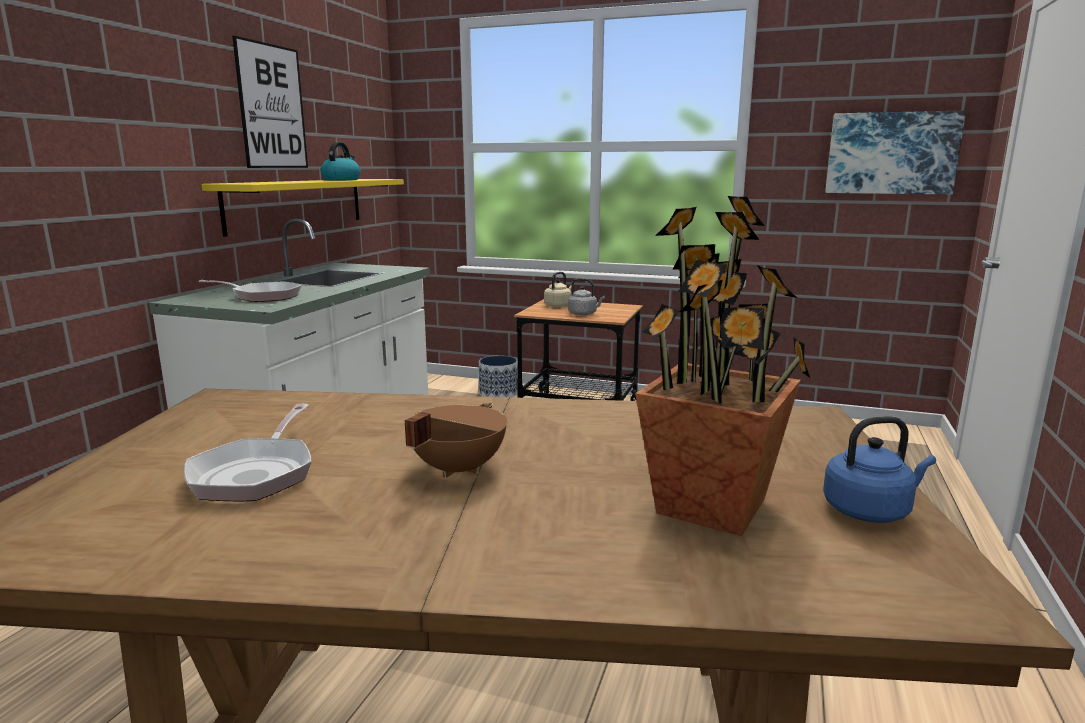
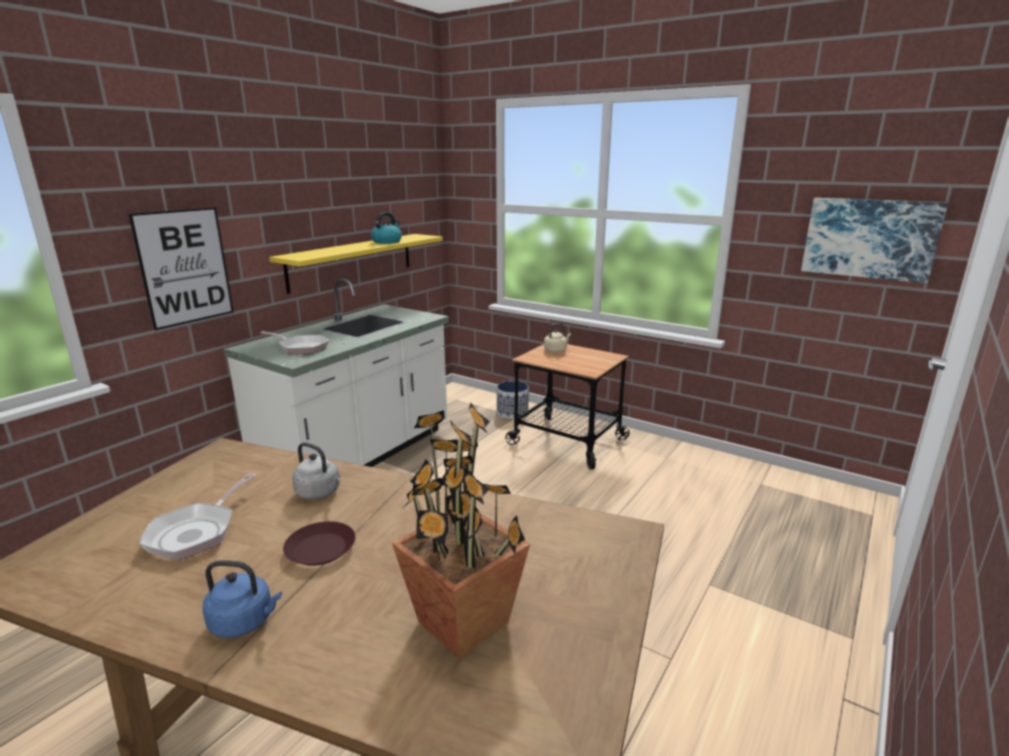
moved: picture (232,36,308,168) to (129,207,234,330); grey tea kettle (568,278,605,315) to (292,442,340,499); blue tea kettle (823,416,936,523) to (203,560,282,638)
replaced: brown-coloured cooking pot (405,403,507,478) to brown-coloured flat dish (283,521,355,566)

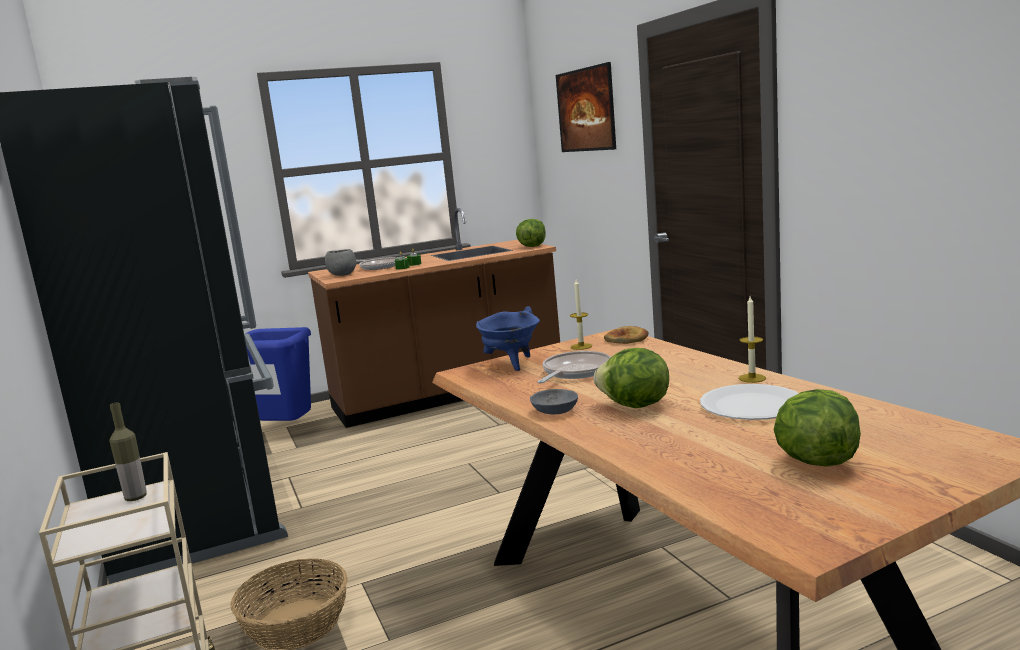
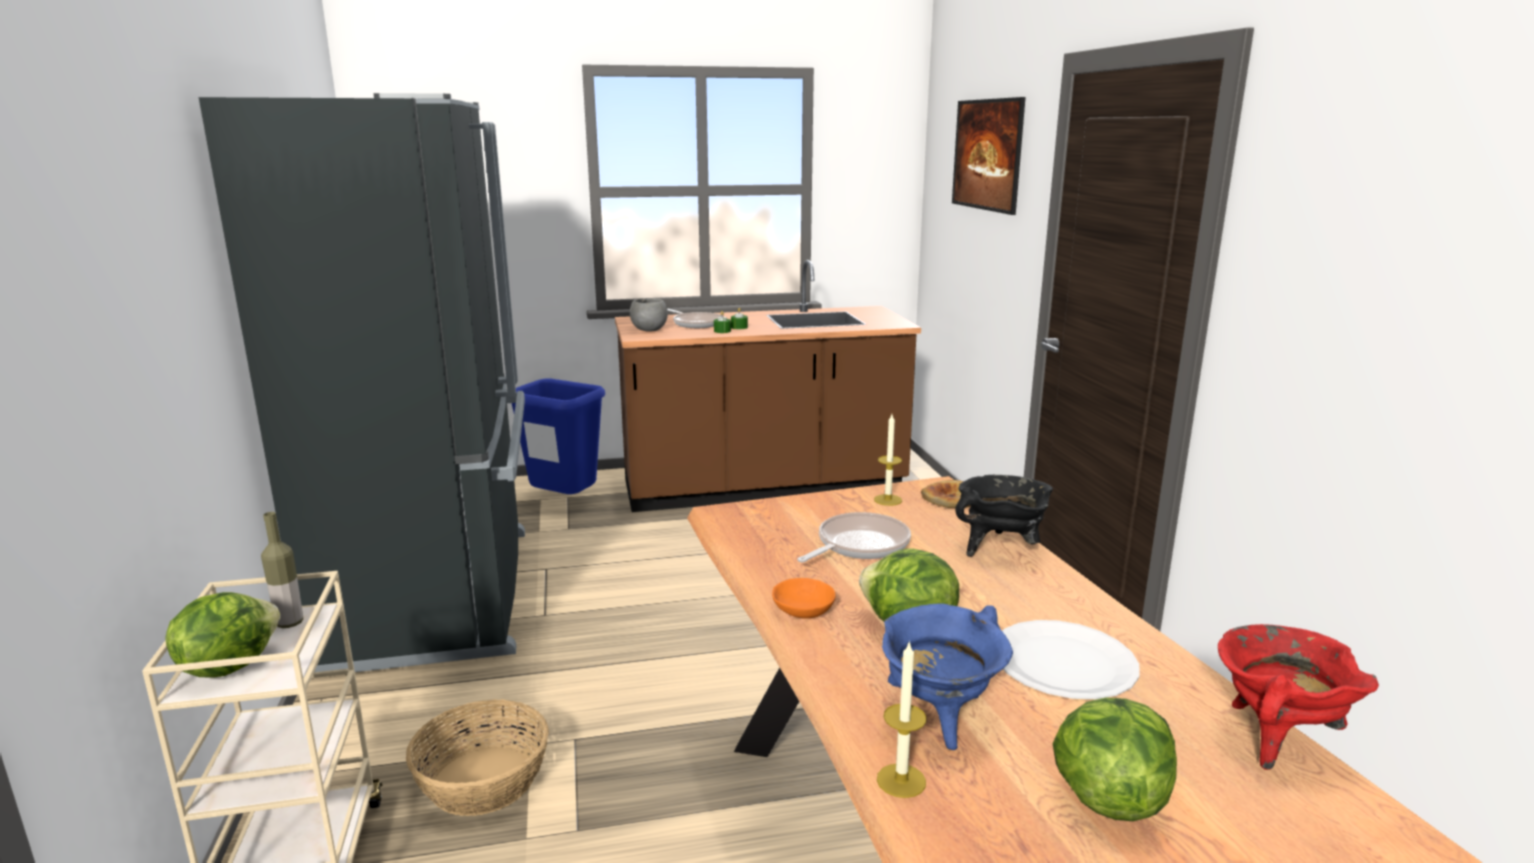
added: blackish cooking pot (955,475,1053,557); red cooking pot (1218,624,1379,770)
moved: blue cooking pot (476,307,540,371) to (882,603,1013,750); lettuce head (516,219,546,247) to (165,592,280,678); wax candle (739,296,766,383) to (877,641,927,798)
recoloured: grey serving bowl (530,389,578,414) to orange-coloured serving bowl (772,578,836,619)

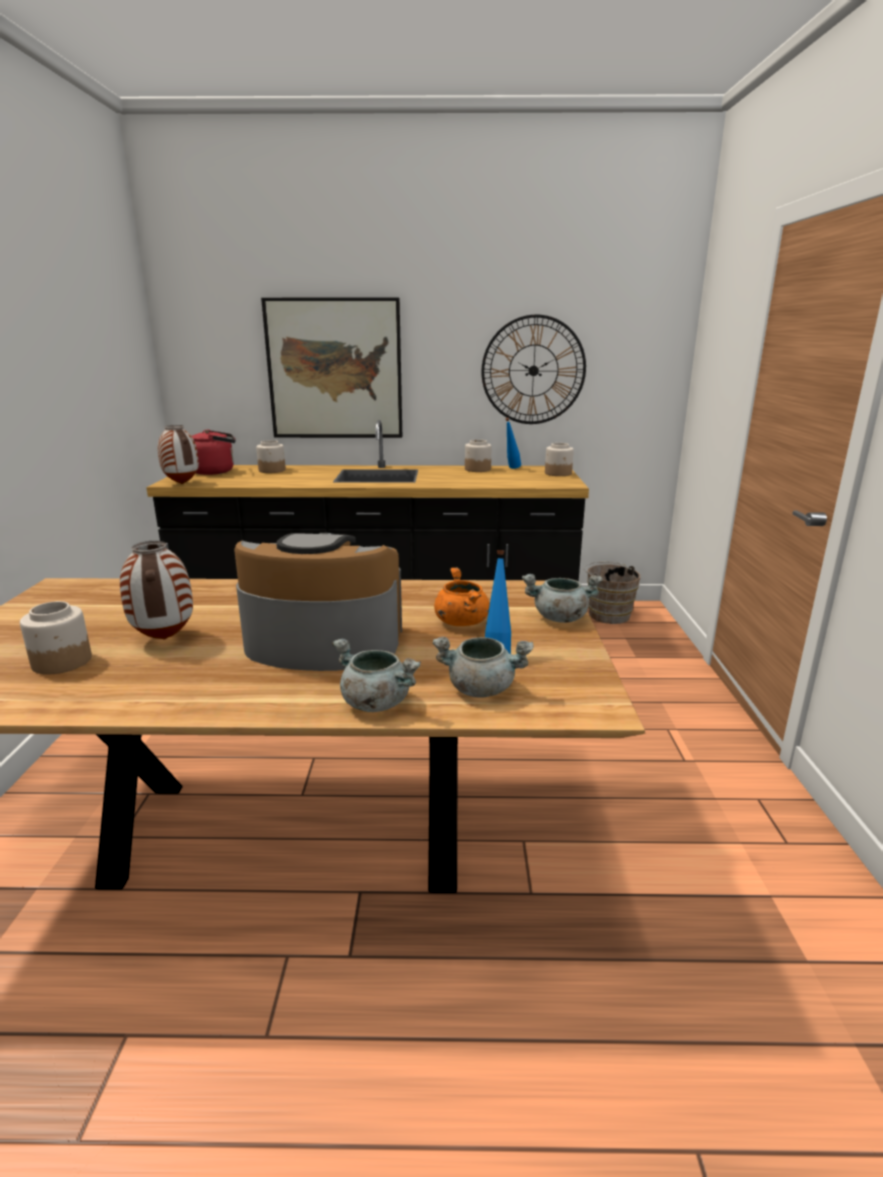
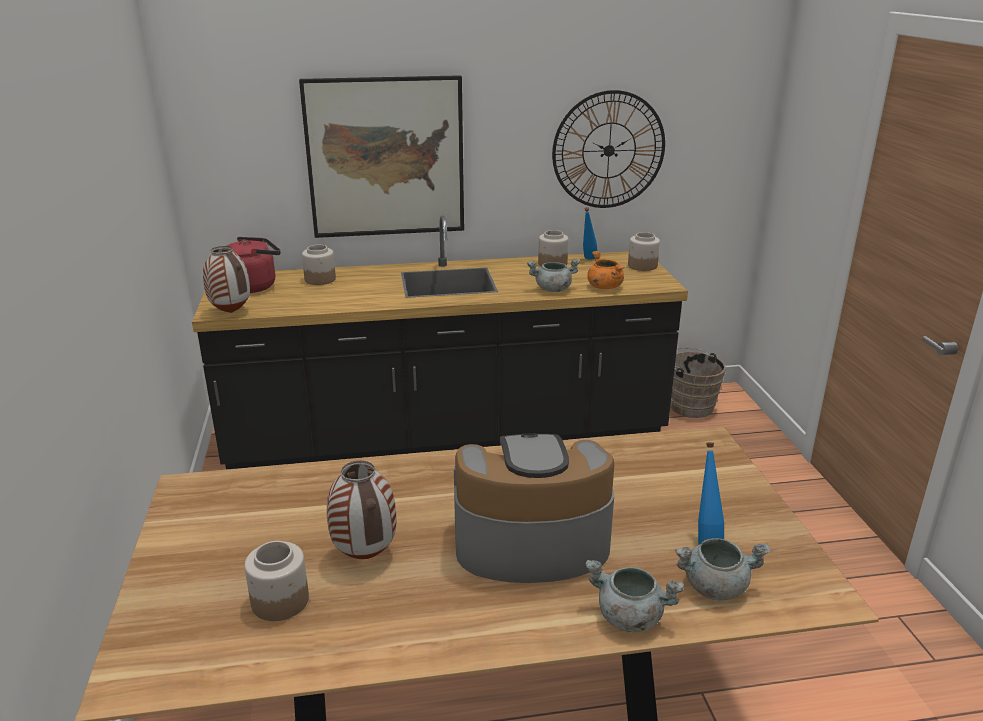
moved: orange-coloured cooking pot (434,568,490,626) to (587,251,625,289); grey cooking pot (522,574,603,623) to (527,259,580,292)

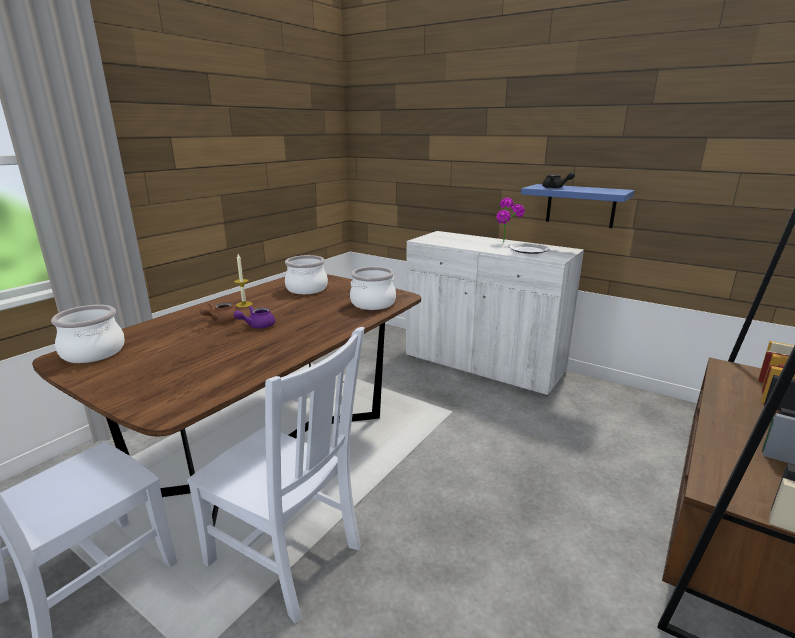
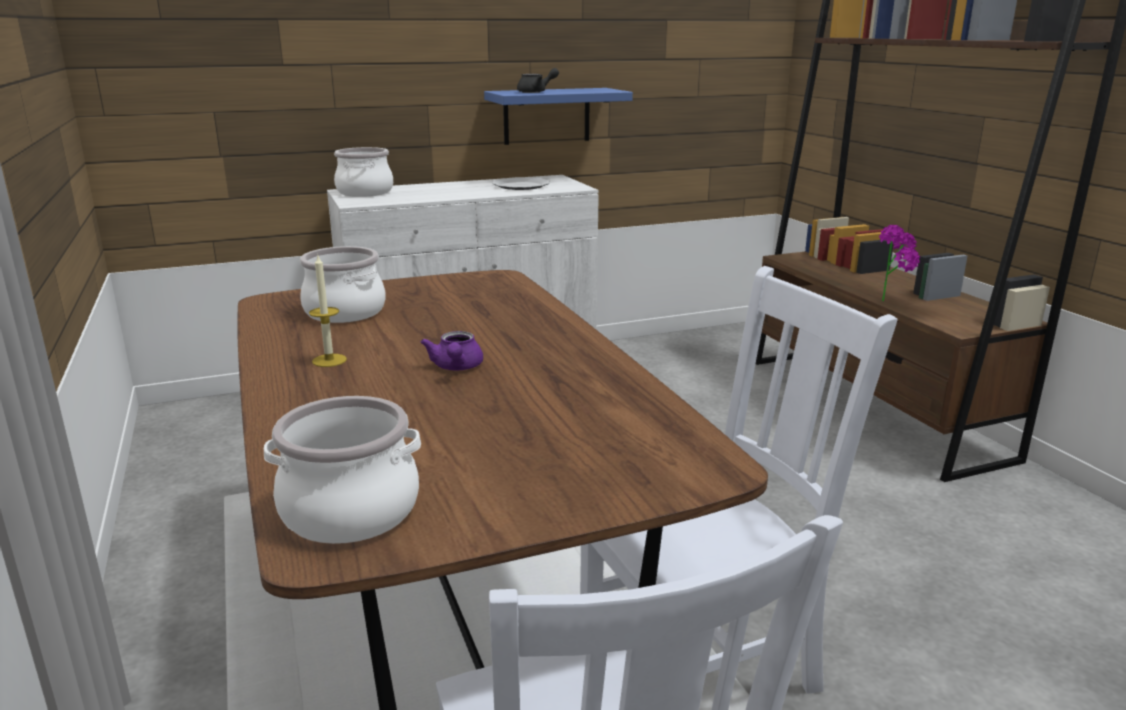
removed: brown-coloured teapot (200,303,237,323)
moved: cooking pot (350,267,396,310) to (334,147,393,197); plant in a pot (496,198,525,242) to (879,225,920,301)

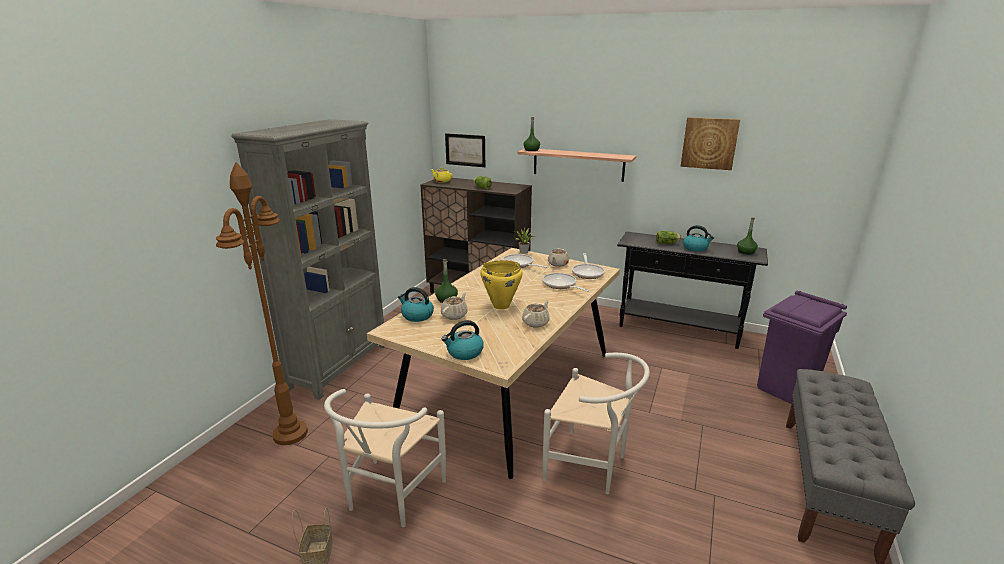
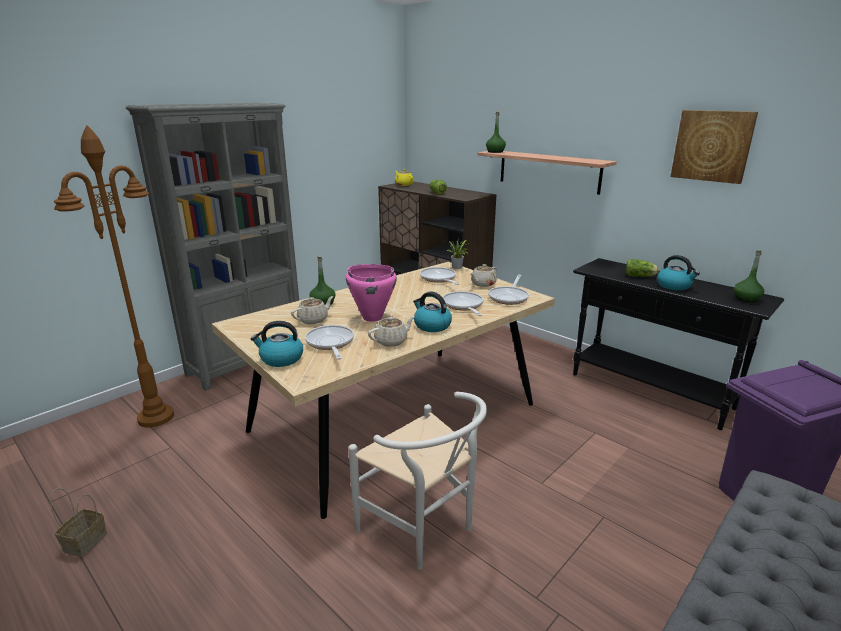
removed: white chair (324,389,446,527); picture (445,133,485,167)
added: pan (305,325,354,360)
moved: tea kettle (398,287,434,322) to (413,292,452,332)
recoloured: yellow cooking pot (480,260,523,310) to pink cooking pot (346,264,397,322)

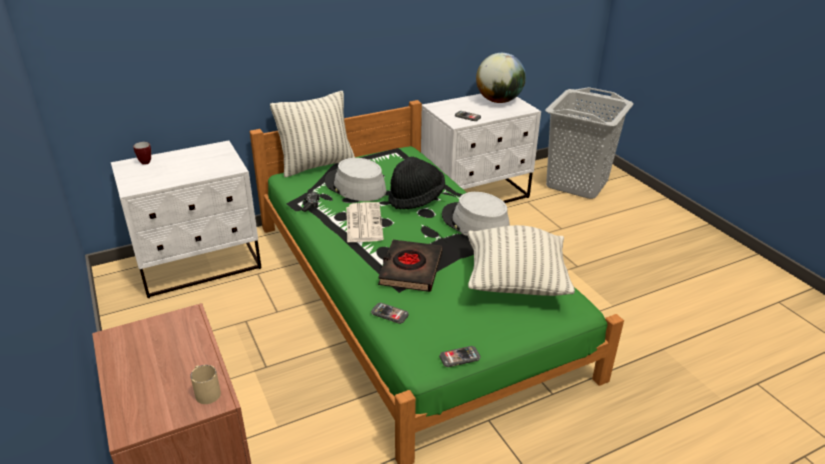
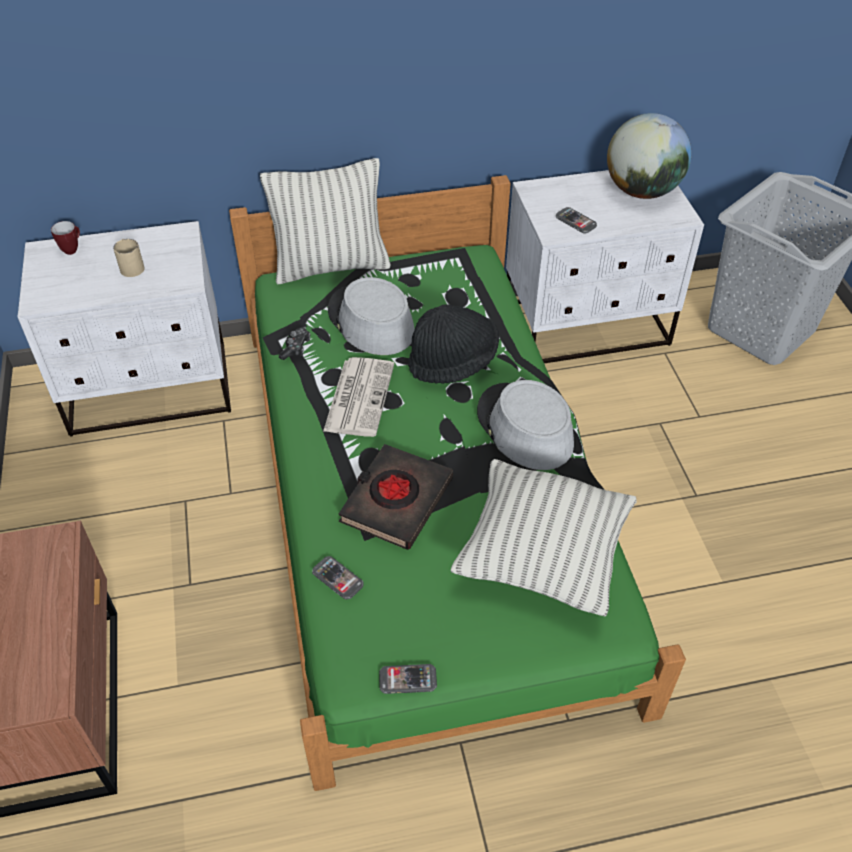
moved: beige coffee mug (190,365,221,404) to (113,239,145,277)

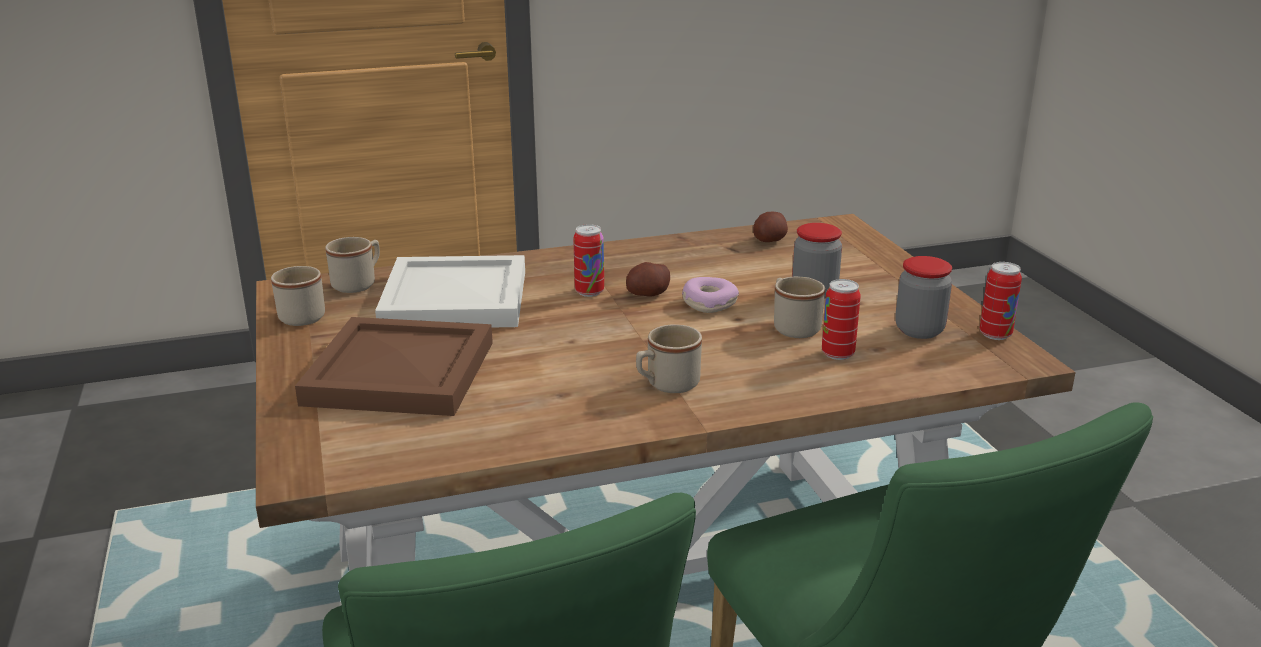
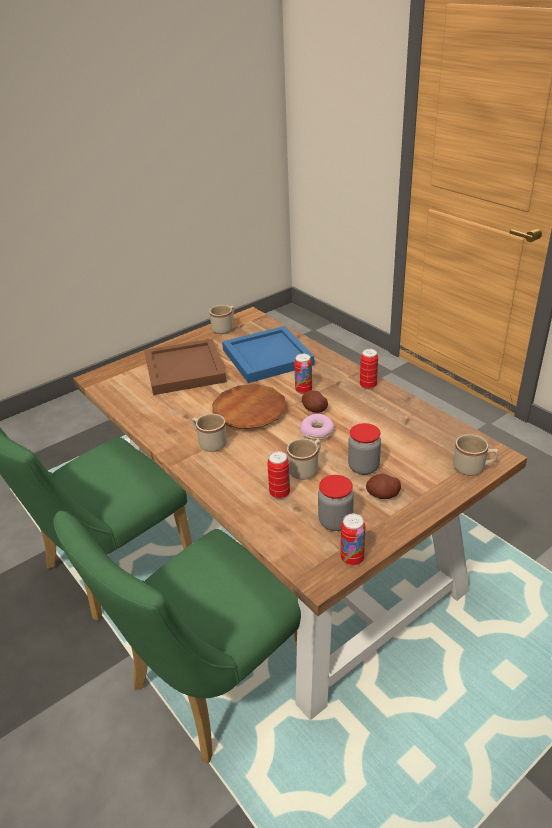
added: brown-coloured flat dish (212,384,287,429); sealed can (360,349,378,389)
moved: beige coffee mug (325,237,380,293) to (453,434,498,476); spud (753,212,788,242) to (366,474,401,499)
recoloured: white carrying tray (375,255,525,327) to blue carrying tray (222,326,314,383)

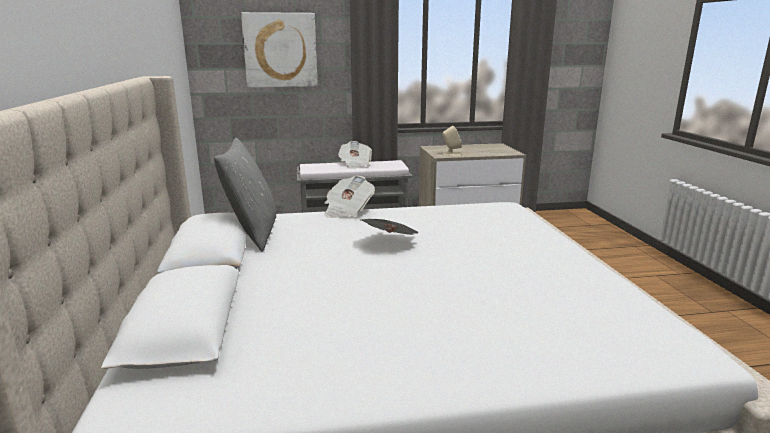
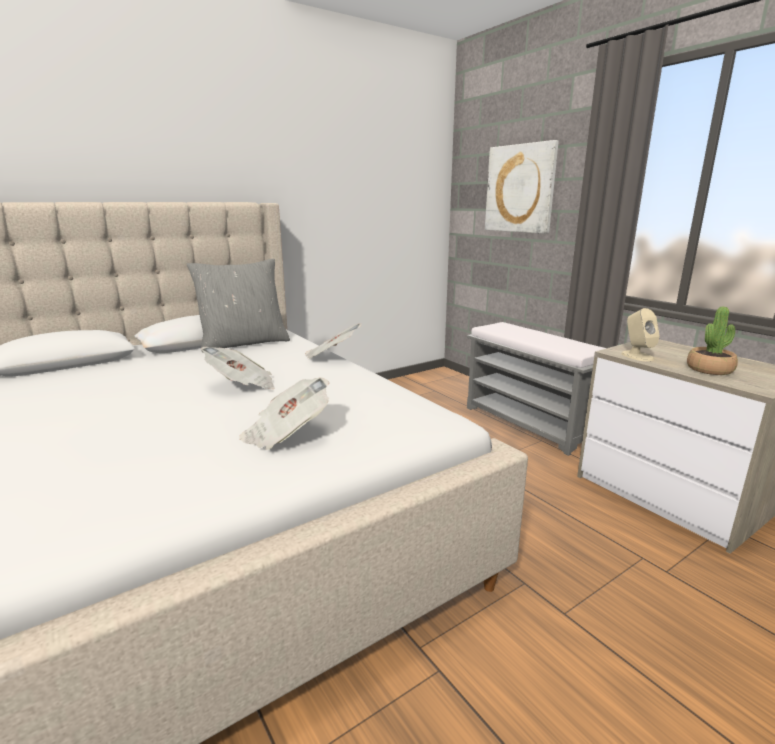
added: plant in a pot (687,307,738,375)
moved: printed paper (338,141,372,169) to (239,378,330,450)

